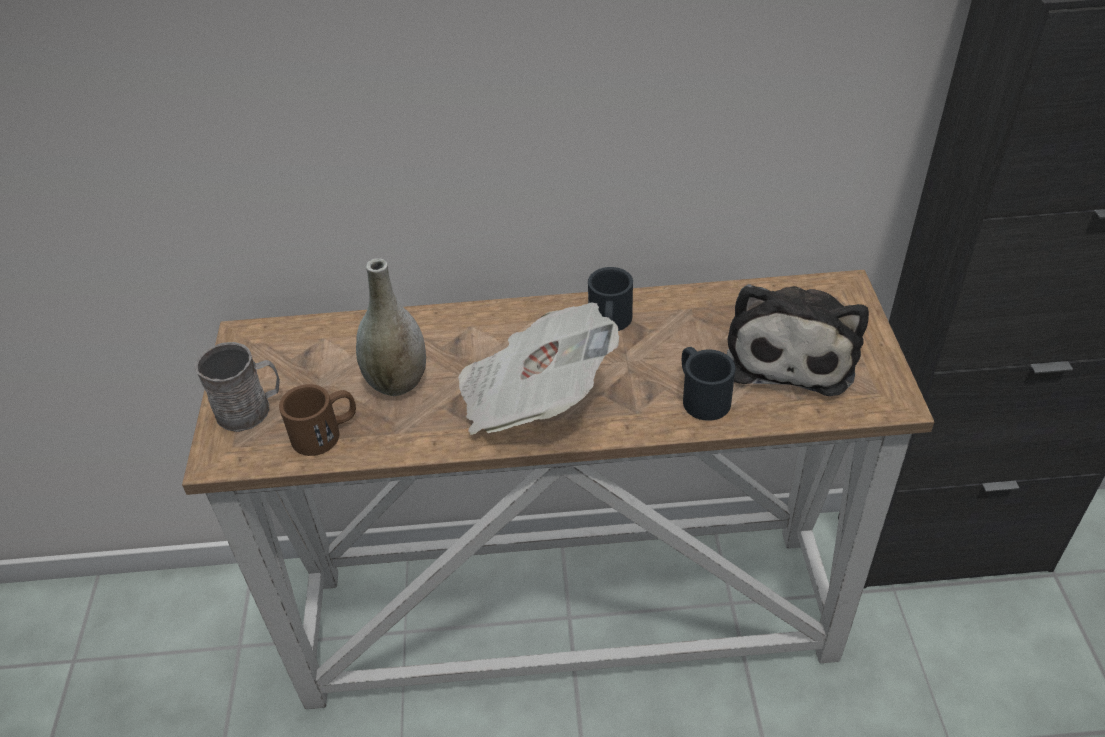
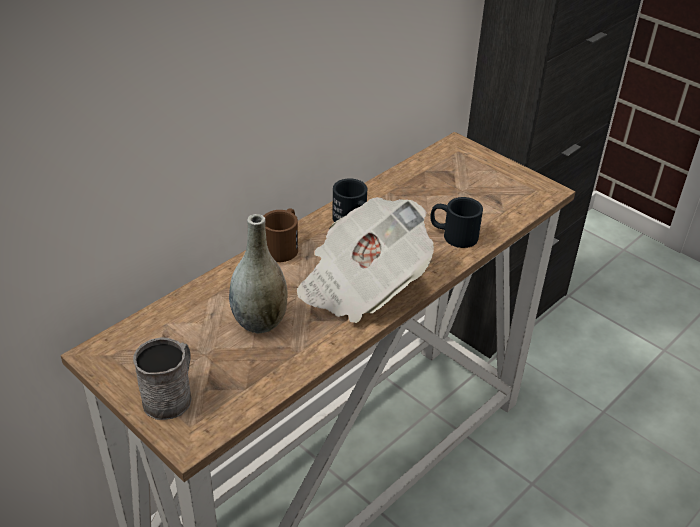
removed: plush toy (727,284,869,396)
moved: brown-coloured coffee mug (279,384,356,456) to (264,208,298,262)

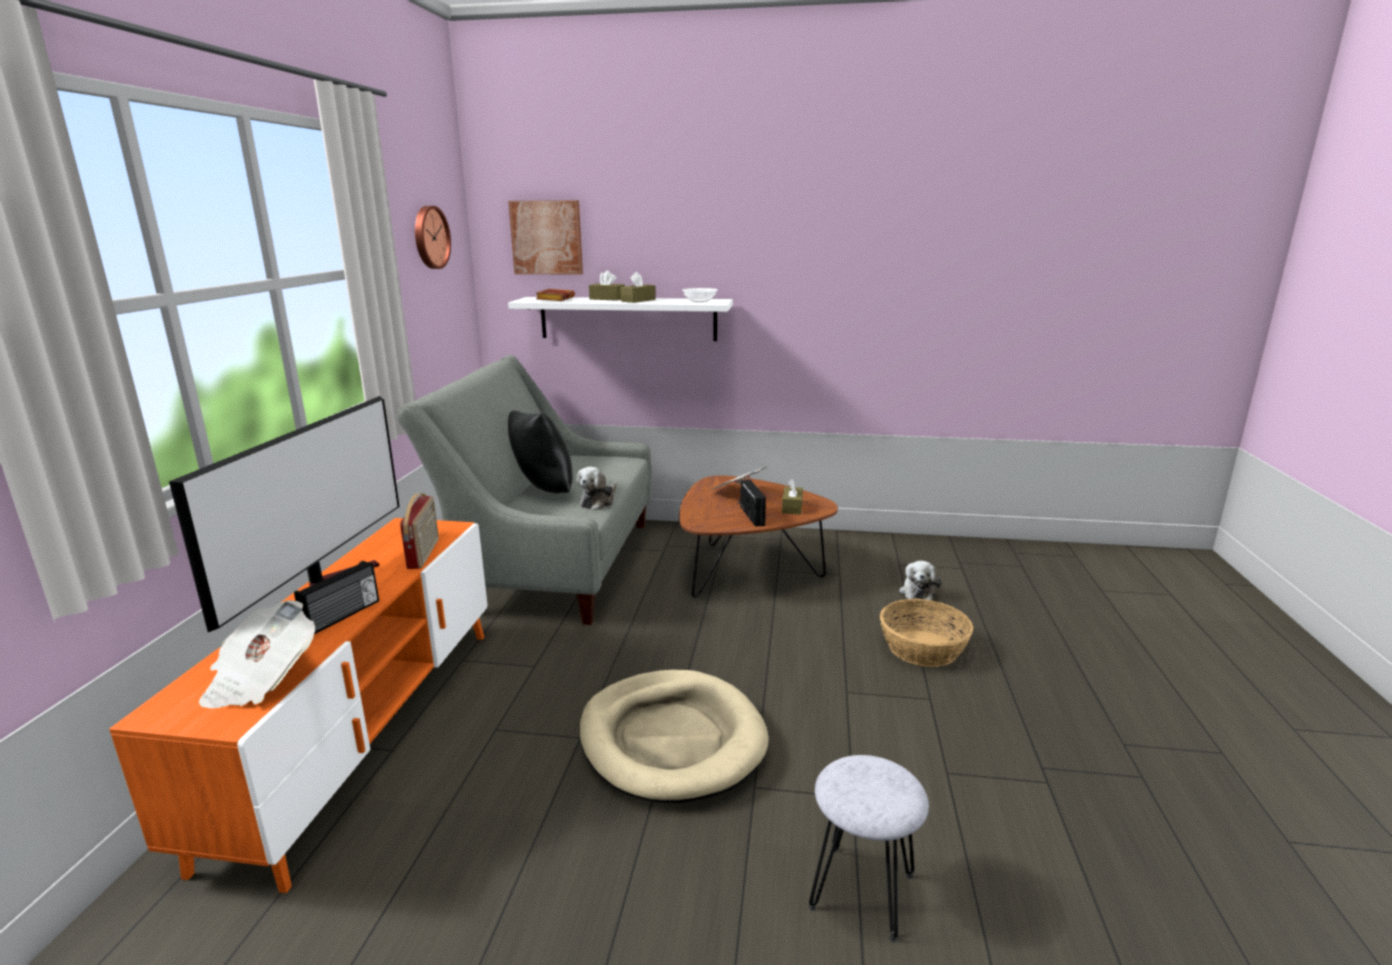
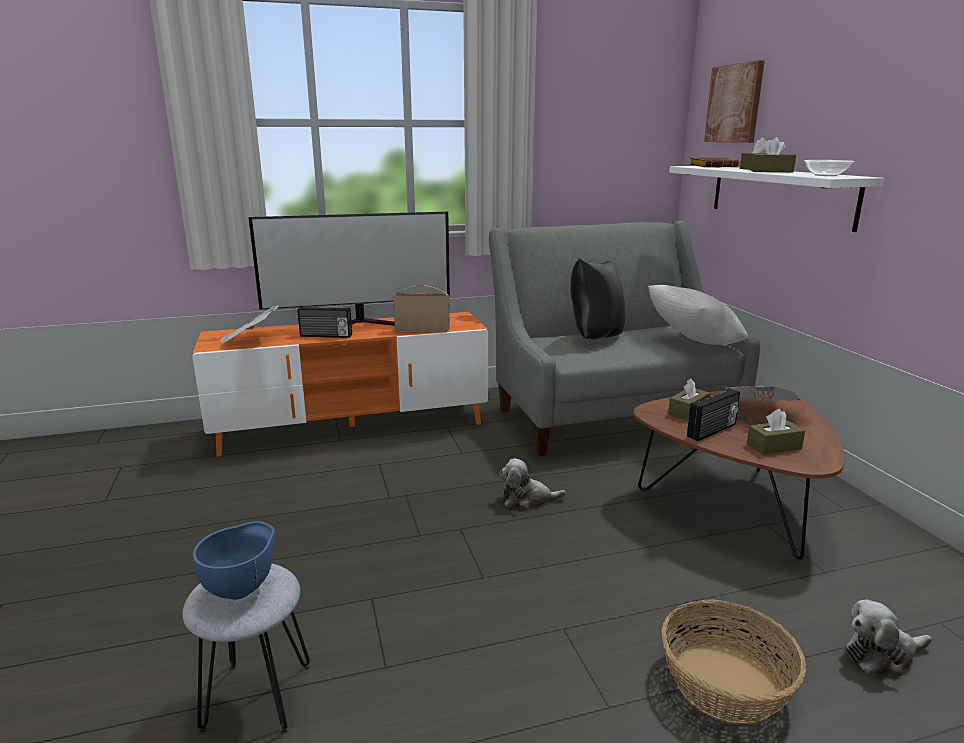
removed: wall clock (415,206,451,269); beige dog bed (580,670,769,803)
added: blue serving bowl (193,521,275,600); white cushion (648,285,748,345); brown-coloured box of tissues (668,378,710,421)
moved: plush toy (577,467,617,510) to (499,458,566,510)
turned: radio set (400,493,439,569) = (393,285,450,332) 150 degrees counterclockwise

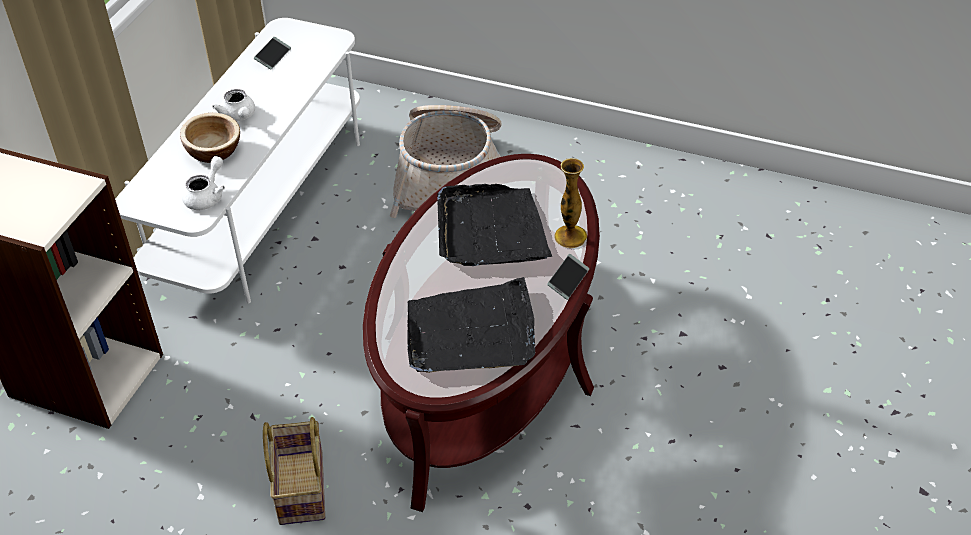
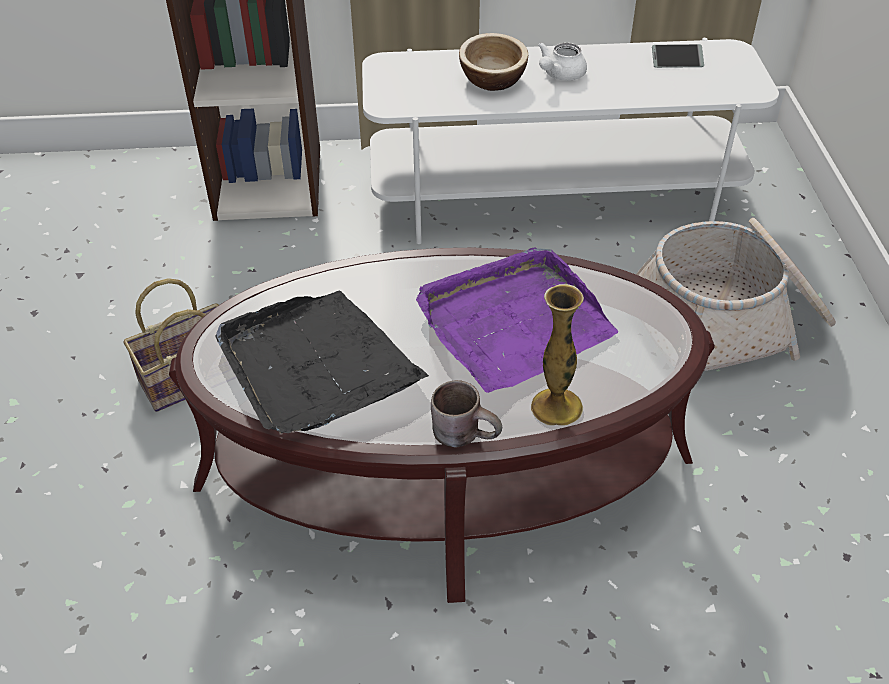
removed: white teapot (182,156,225,210)
replaced: telephone (547,254,589,300) to brown-coloured coffee mug (431,380,502,448)
recoloured: blackish carrying tray (437,184,552,266) to purple-coloured carrying tray (416,247,618,393)

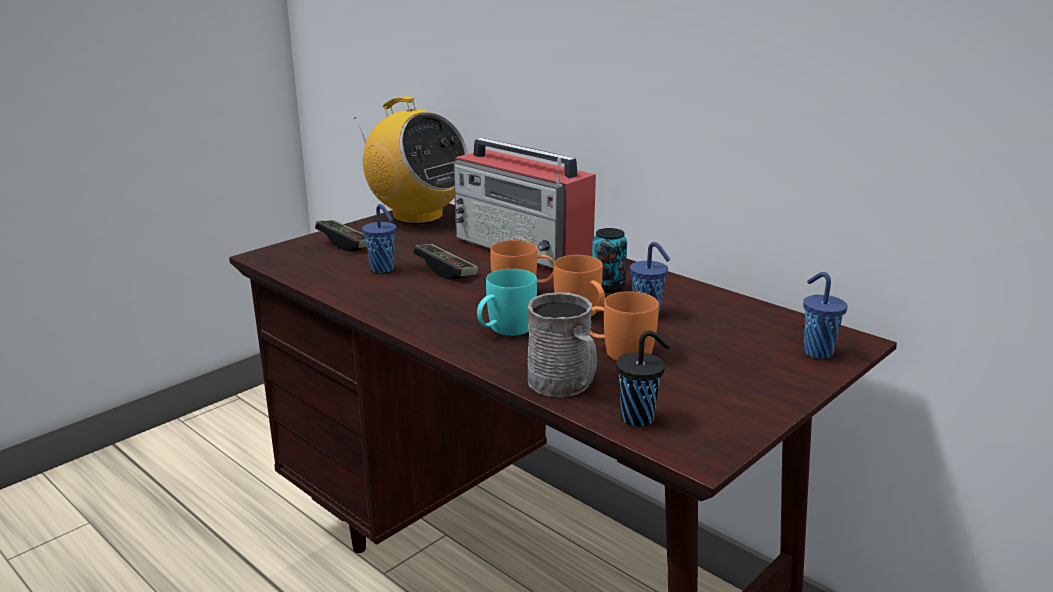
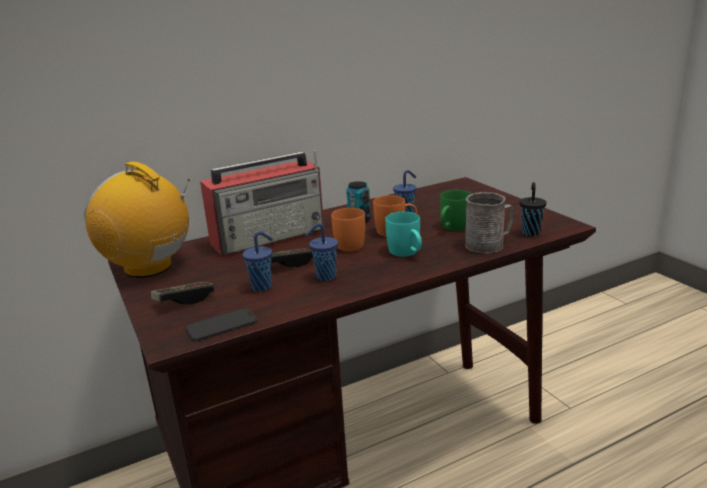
added: telephone (185,308,257,342)
moved: blue small cup (803,272,848,359) to (305,223,338,281)
recoloured: orange-coloured coffee mug (590,291,659,361) to green coffee mug (440,190,471,231)
turned: radio set (354,96,468,225) = (84,161,190,278) 120 degrees counterclockwise

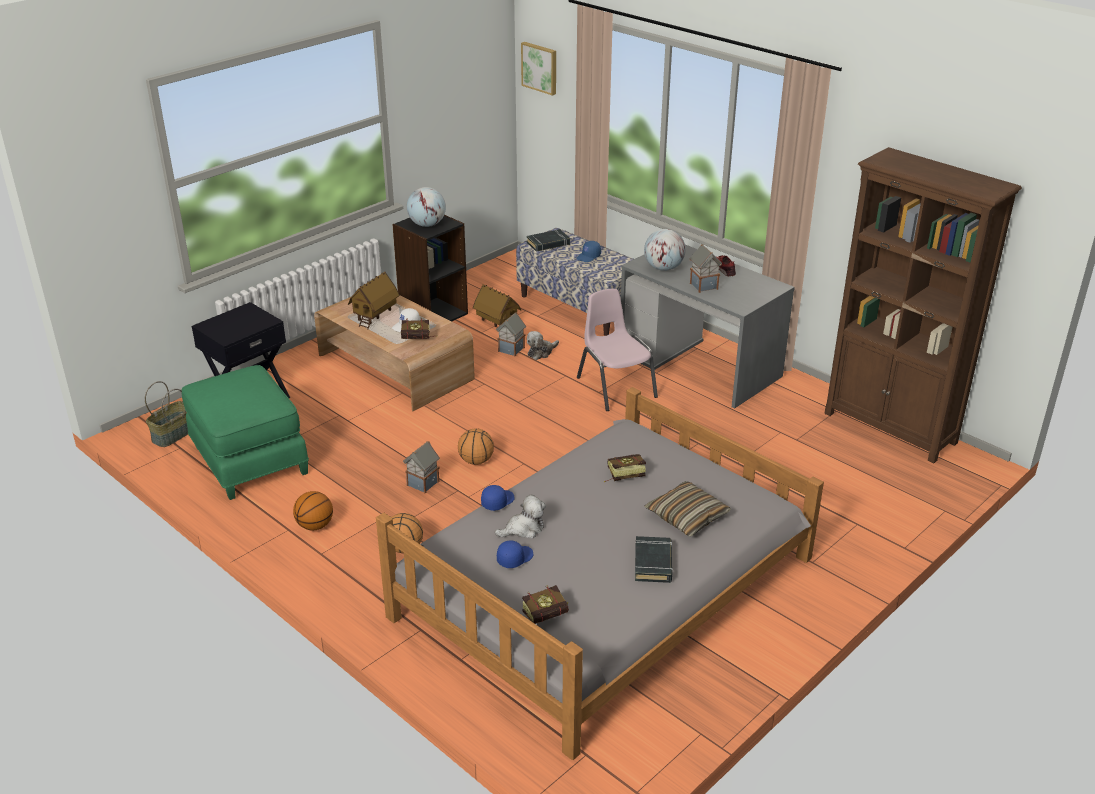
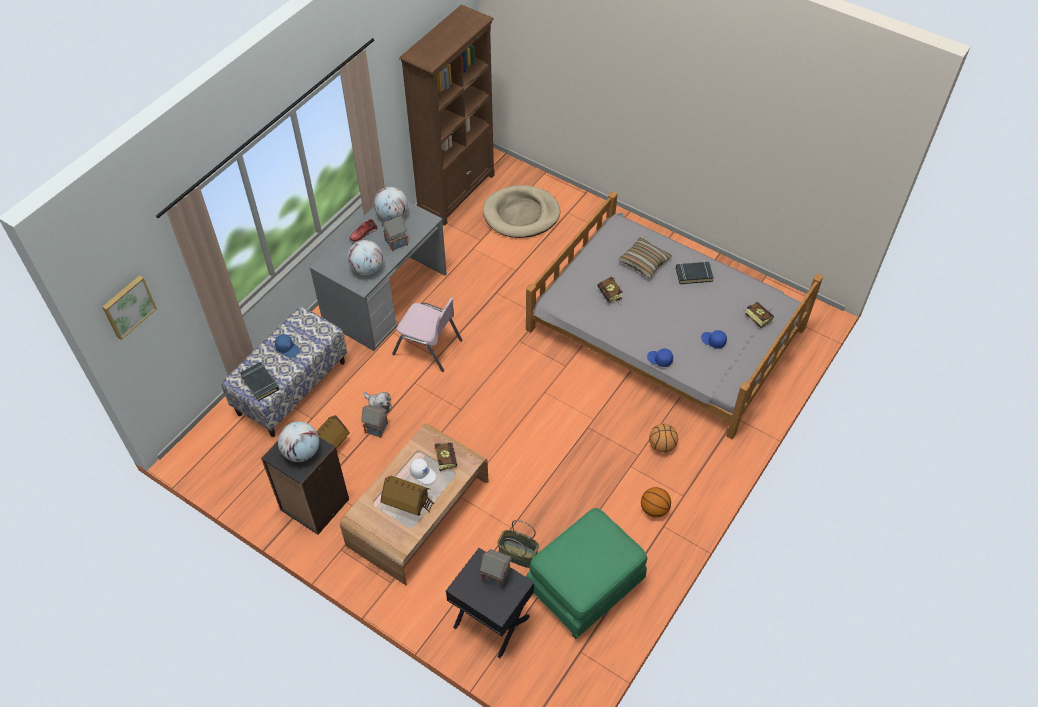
removed: basketball ball (458,429,494,465); plush toy (495,495,546,539)
added: globe (374,187,408,221); beige dog bed (483,185,560,238)
moved: household basket (145,381,188,447) to (497,520,539,568); toy house (403,441,440,494) to (480,549,512,589)
turned: pink chair (577,289,658,411) = (392,297,463,372) 120 degrees counterclockwise

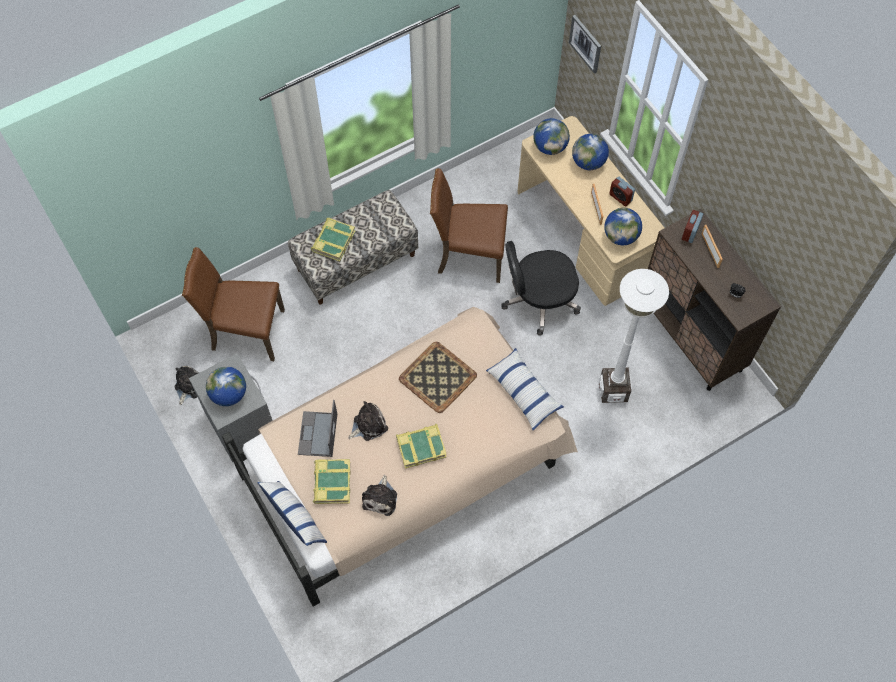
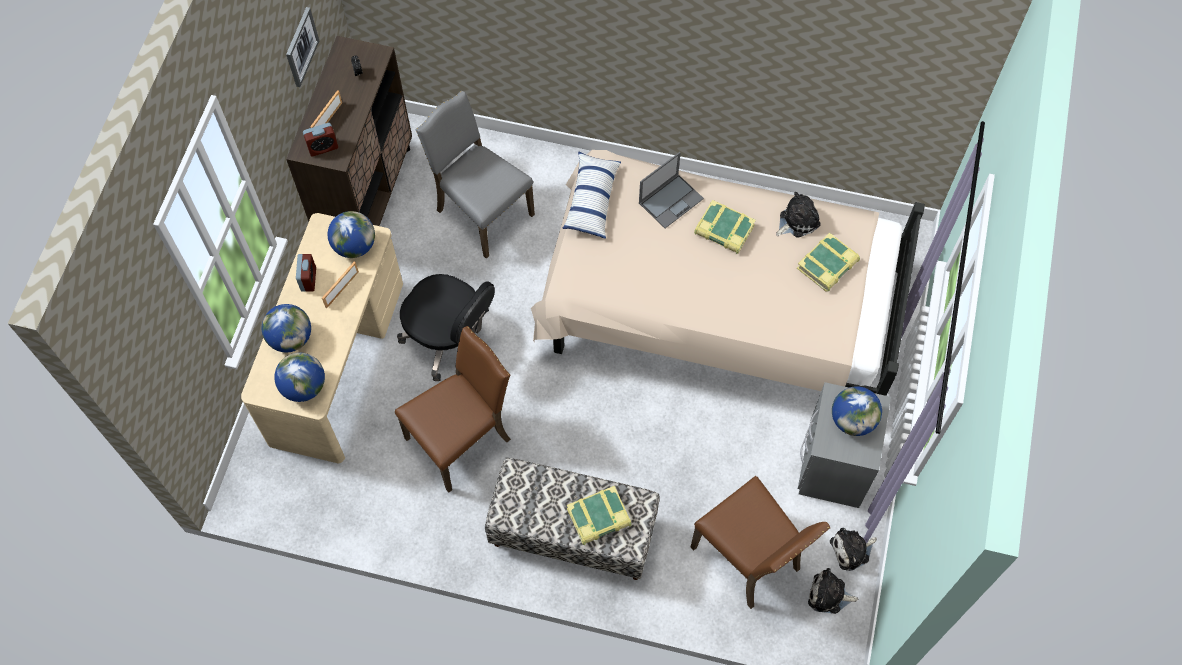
removed: cushion (257,481,327,546); carrying tray (399,342,477,413)
moved: notebook computer (298,400,337,457) to (639,152,704,228); plush toy (348,401,388,441) to (808,568,859,614); picture (569,15,601,74) to (286,7,319,87)
replaced: white floor lamp (599,269,669,403) to grey chair (416,91,535,259)
turned: brown-coloured chair (430,168,508,283) = (395,326,511,493) 90 degrees counterclockwise

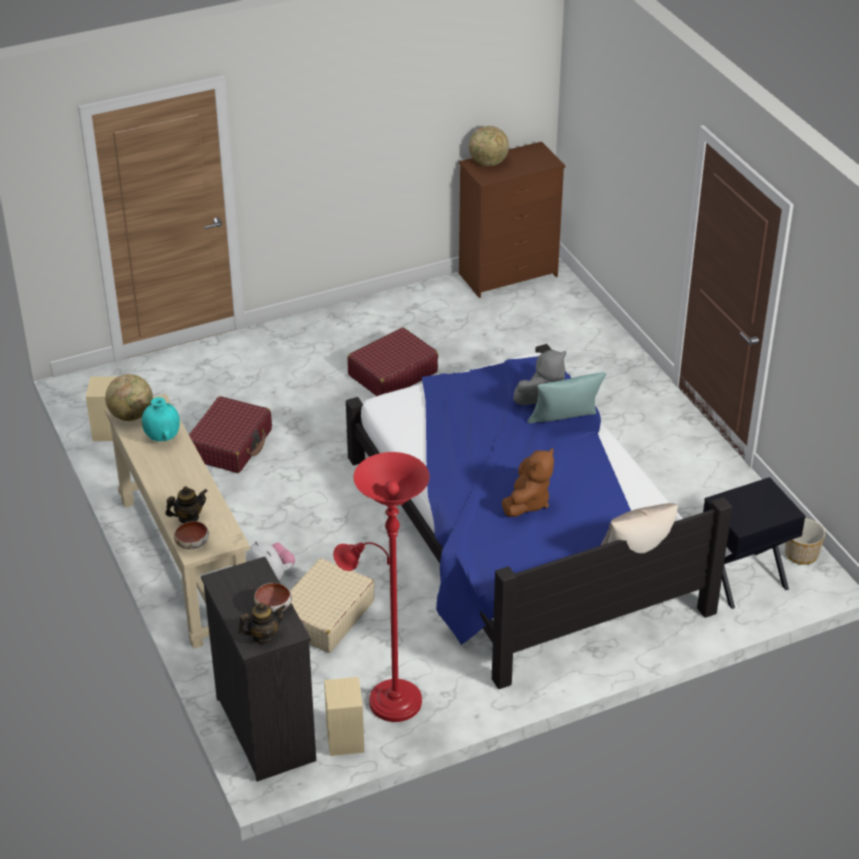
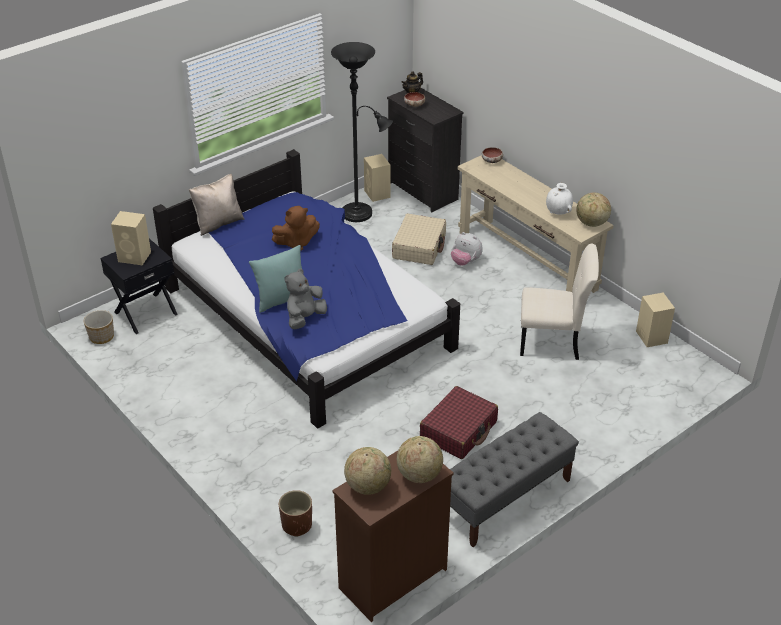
removed: teapot (165,486,208,523)
added: beige audio speaker (111,211,151,265); brown-coloured flower pot (279,490,312,537); globe (344,447,391,495); grey indoor bench (450,412,579,547)
replaced: red suitcase (189,396,272,473) to beige chair (520,244,599,360)
recoloured: blue-green vase (142,397,180,441) to white vase (546,183,573,215); red floor lamp (333,452,430,722) to blackish floor lamp (331,42,393,222)
turned: brown-coloured plush toy (502,448,554,517) = (272,206,320,251) 120 degrees counterclockwise

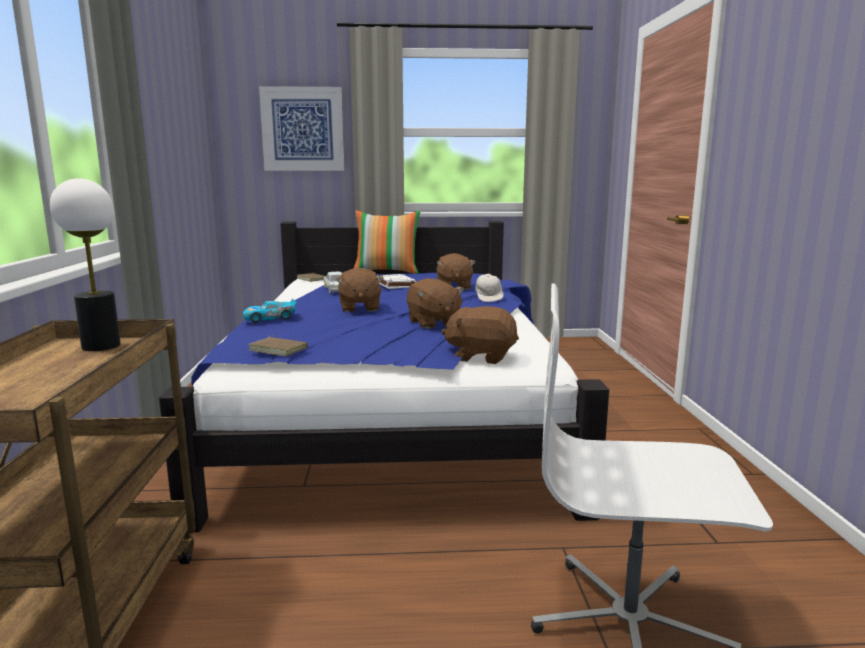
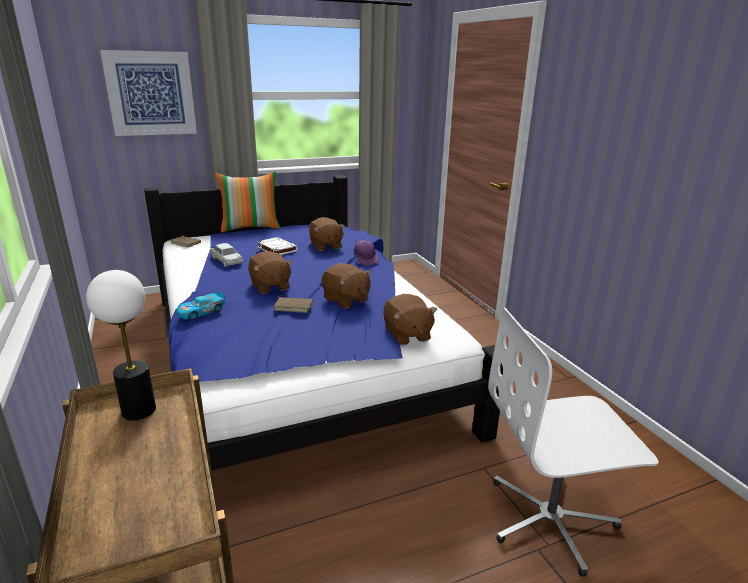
moved: brown-coloured bound book (249,335,308,356) to (274,295,313,313)
recoloured: white cap (475,274,503,302) to purple-coloured cap (354,240,379,266)
turned: brown-coloured plush toy (442,306,519,364) = (383,294,437,346) 105 degrees counterclockwise

